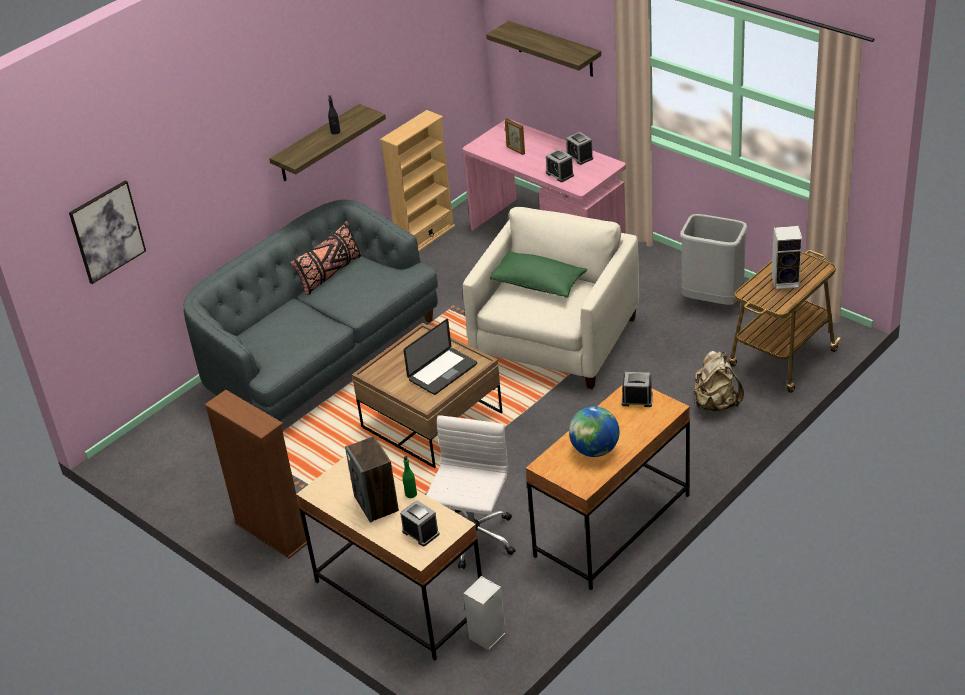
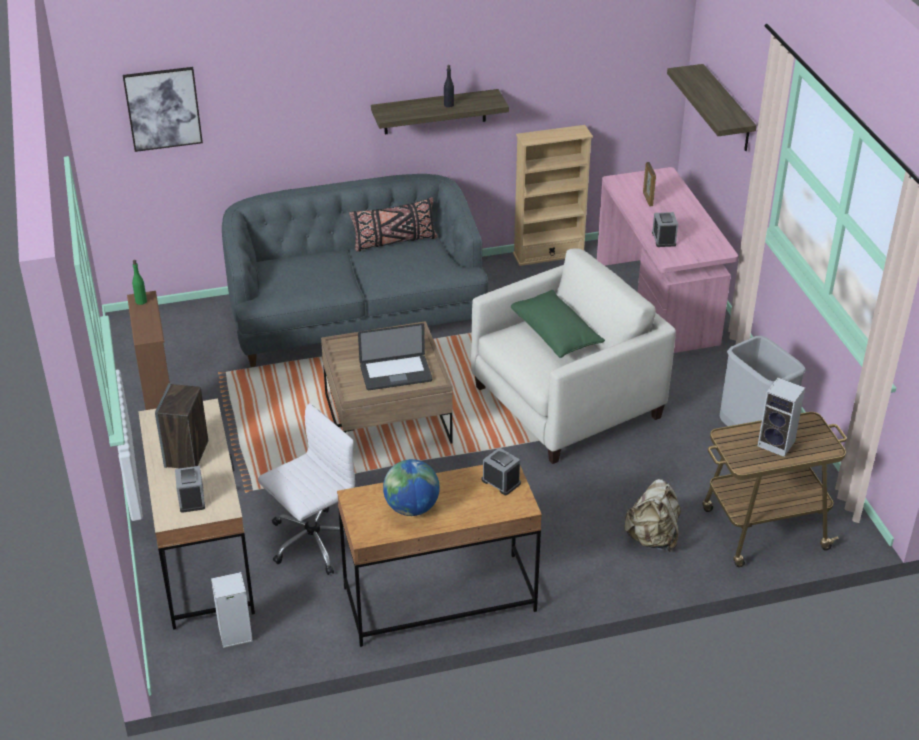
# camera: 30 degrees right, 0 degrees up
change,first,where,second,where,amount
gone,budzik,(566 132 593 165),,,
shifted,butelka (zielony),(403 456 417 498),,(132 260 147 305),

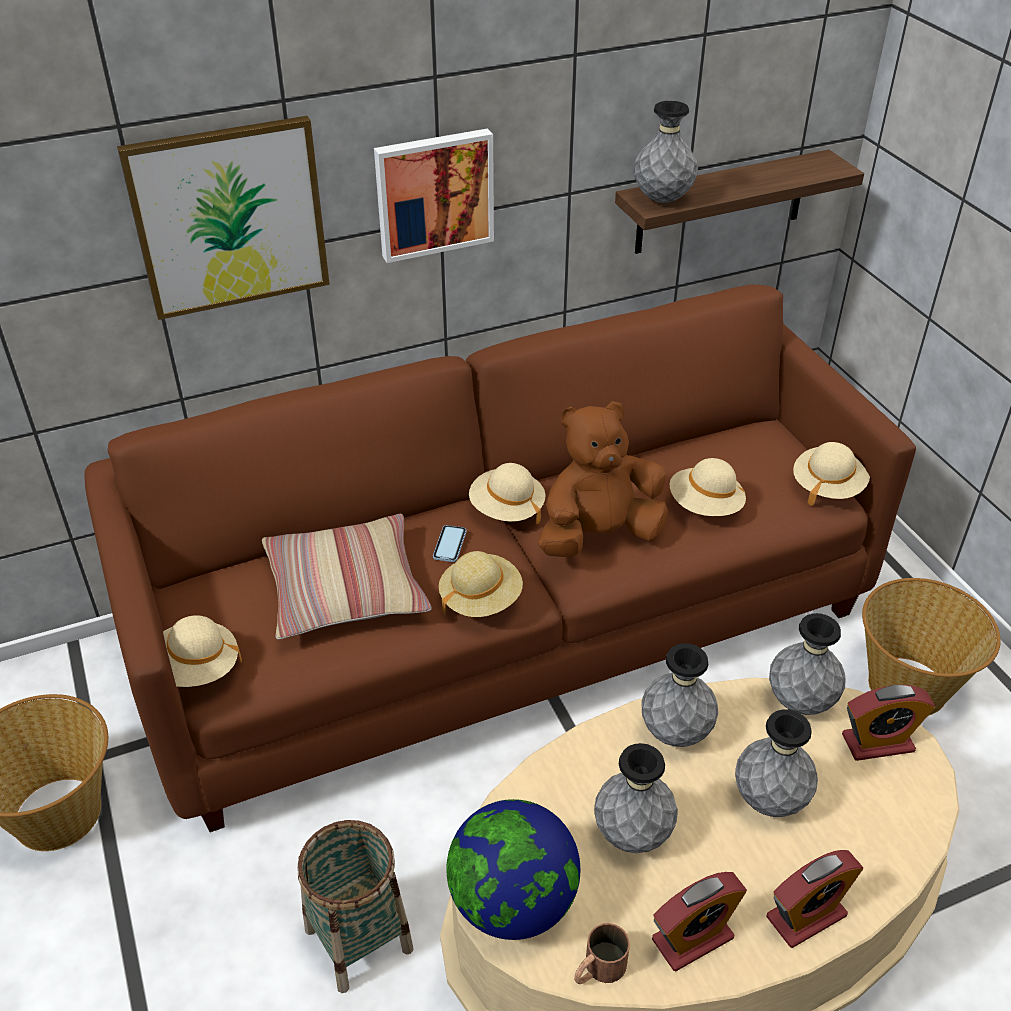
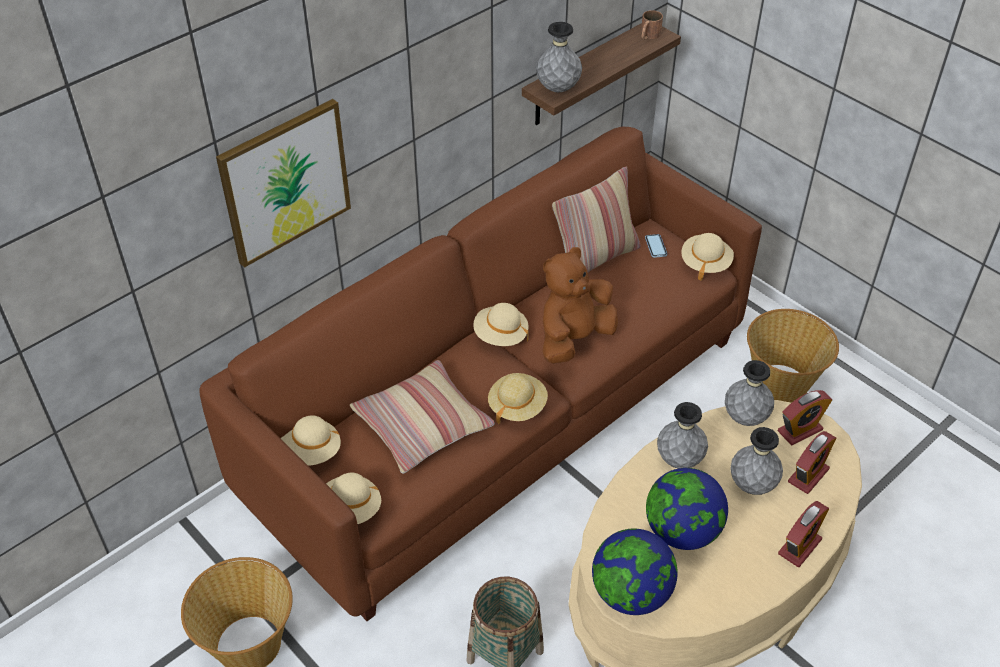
# camera: 20 degrees left, 5 degrees up
change,first,where,second,where,amount
gone,obraz,(374 128 494 263),,,
new,,,poduszka,(552 167 640 272),
shifted,telefon,(433 525 466 562),,(645 234 667 258),
shifted,kubek (brązowy),(574 923 630 984),,(641 10 663 40),
shifted,budzik,(652 872 747 971),,(788 431 836 494),
shifted,kapelusz (beżowy),(670 458 746 516),,(280 415 341 466),
swapped,wazon (szary),(594 743 678 853),globus,(646 468 728 550),

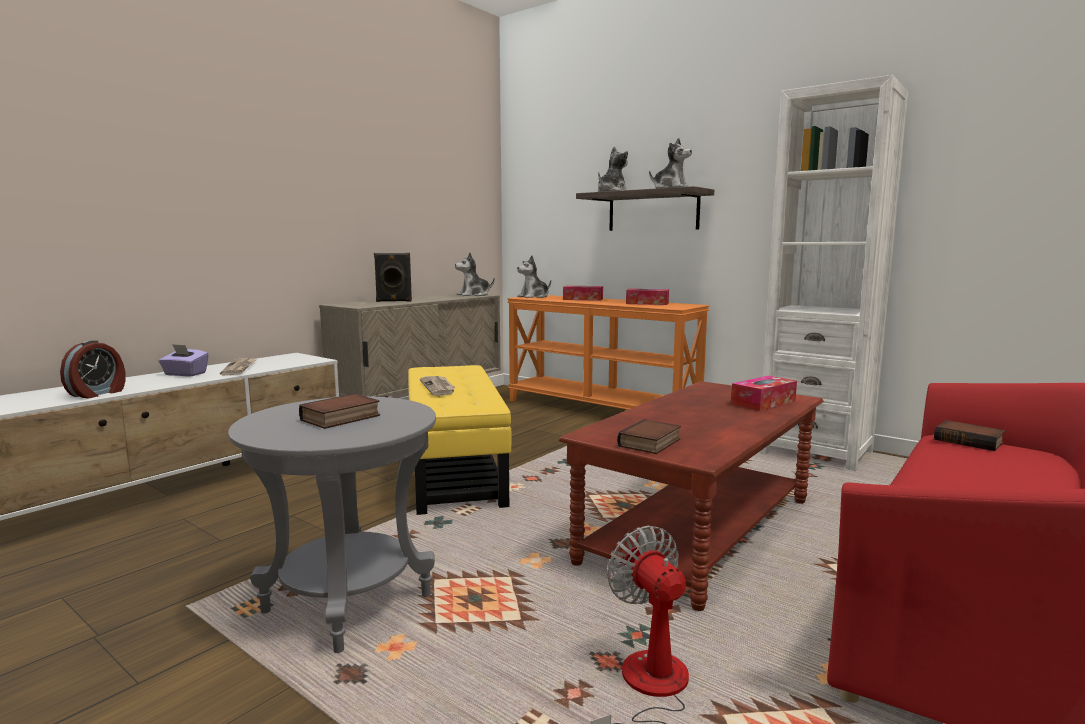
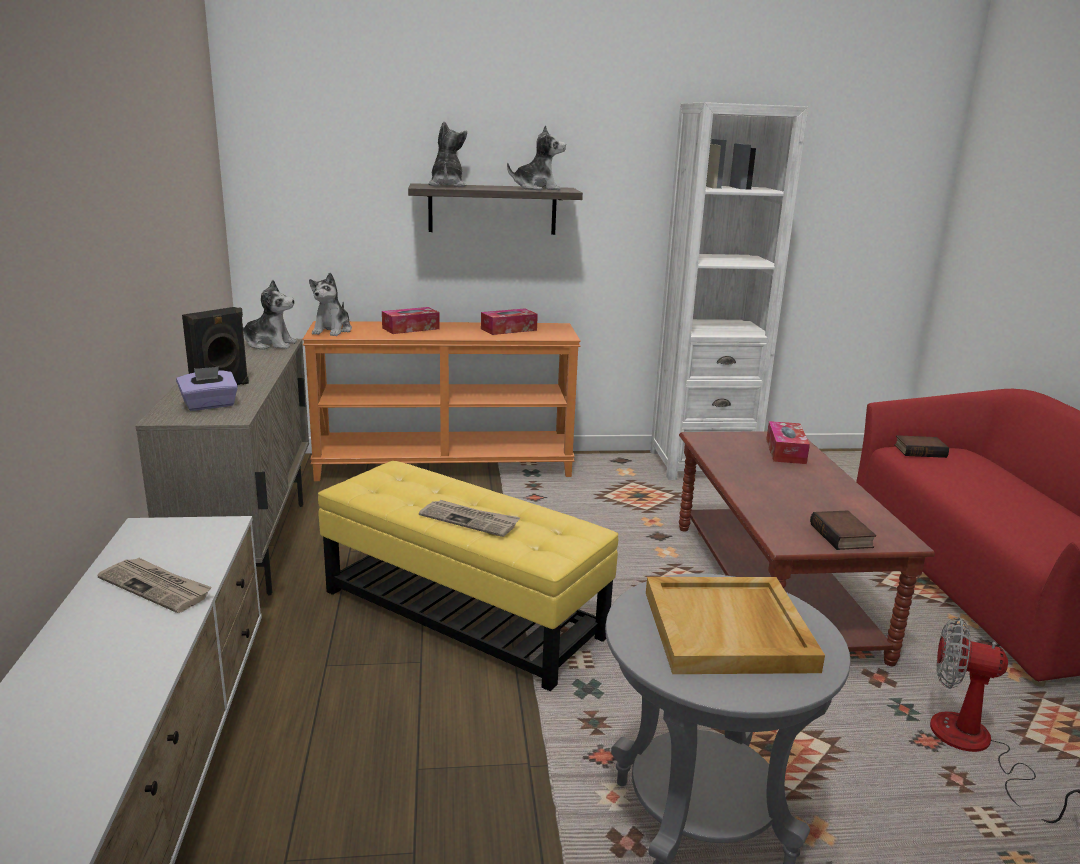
# camera: 45 degrees left, 10 degrees up
change,first,where,second,where,amount
gone,budzik,(60 340 126 398),,,
shifted,pudełko chusteczek (fioletowy),(159 344 209 377),,(176 366 238 411),
swapped,książka,(299 394 380 429),taca (beżowy),(646 577 825 674),
rotated,pluszak,(455 252 495 296),,(243 280 297 350),105 degrees counterclockwise

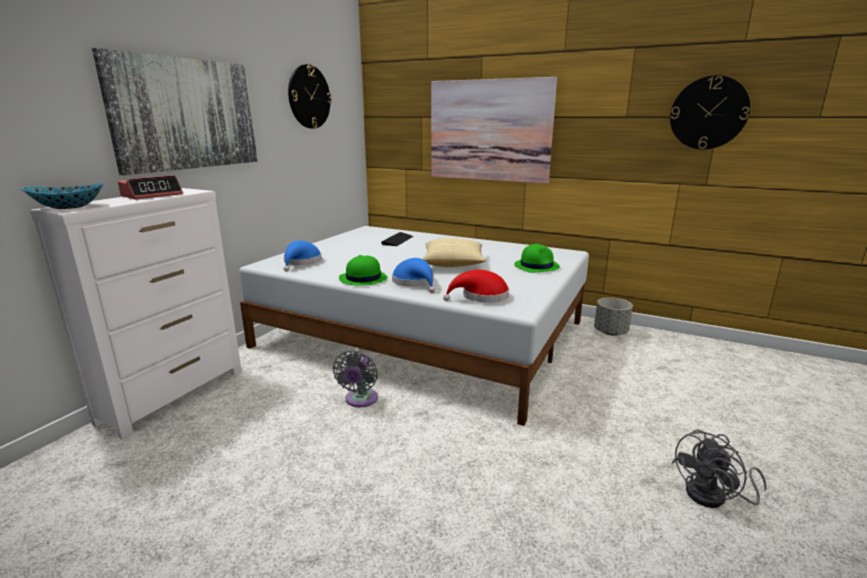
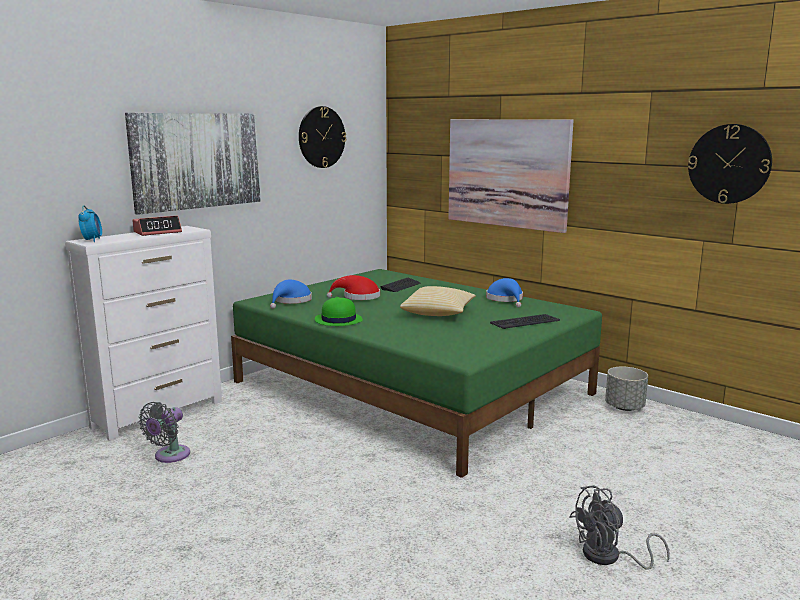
# camera: 15 degrees right, 5 degrees down
change,first,where,second,where,amount
shifted,wentylator (szary),(333 350 378 407),,(139 402 190 463),
shifted,kapelusz (niebieski),(392 258 435 293),,(486 278 523 308),
shifted,kapelusz (czerwony),(443 270 509 303),,(327 275 380 300),
swapped,miska,(22 183 103 209),budzik,(78 205 102 242),
swapped,kapelusz (zielony),(514 244 560 273),klawiatura,(490 314 560 329),
repainted,łóżko (biały),(239 226 589 426),łóżko (zielony),(231 269 602 478),

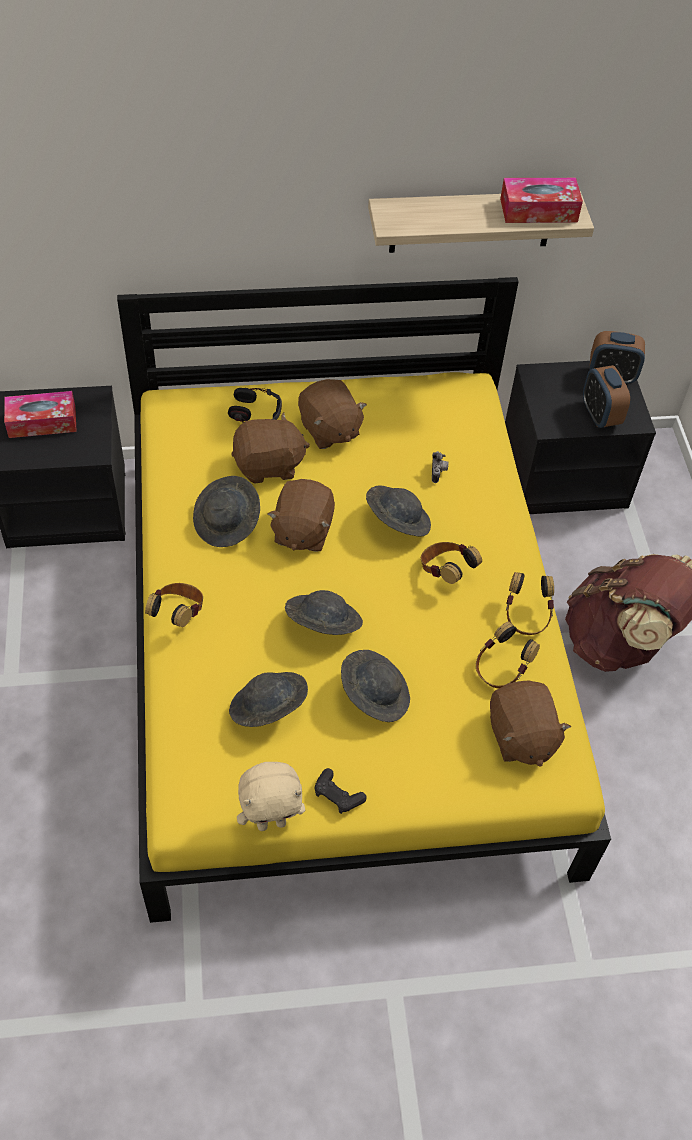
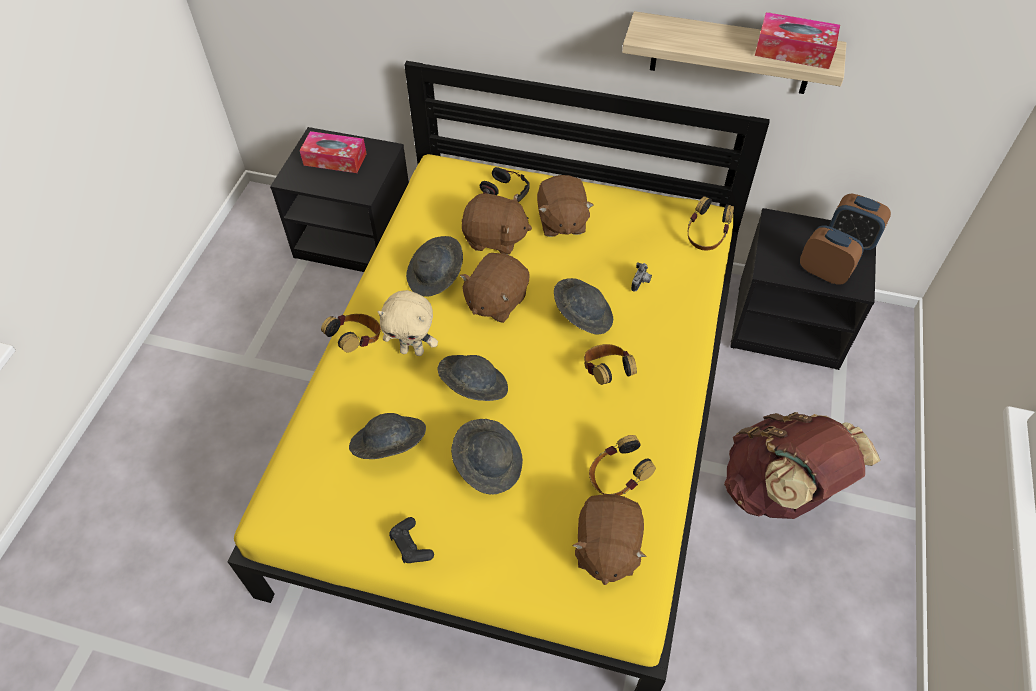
# camera: 25 degrees right, 0 degrees up
change,first,where,second,where,amount
shifted,pluszak (beżowy),(237 762 305 831),,(377 290 438 356),
shifted,słuchawki,(506 572 554 635),,(688 196 734 251),
rotated,budzik,(583 365 630 428),,(800 225 864 285),120 degrees clockwise

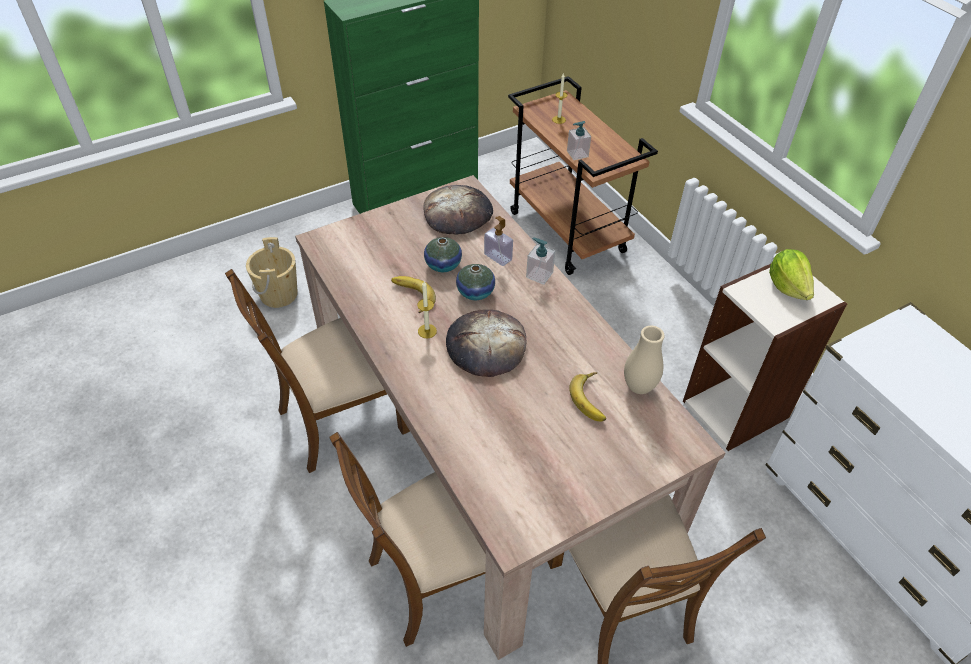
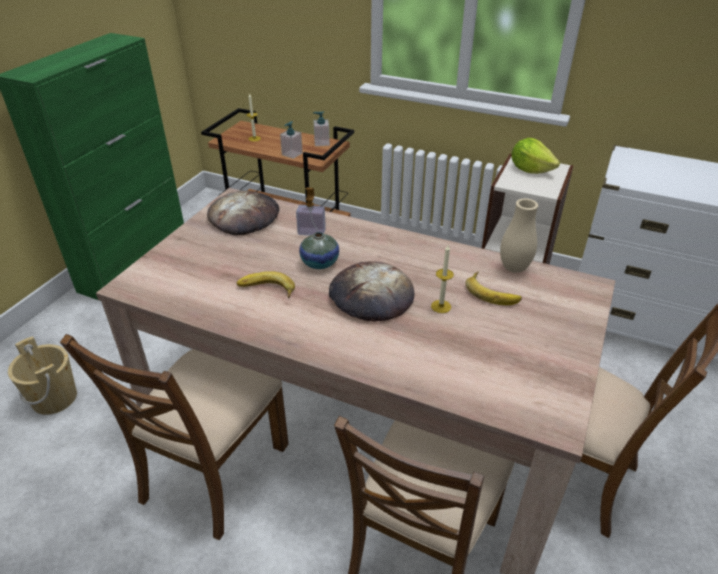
# camera: 35 degrees left, 10 degrees down
change,first,where,second,where,amount
gone,wazon,(424 237 462 272),,,
shifted,świeca,(417 281 437 338),,(431 245 454 313),
shifted,dozownik mydła,(526 237 555 285),,(313 111 330 146),

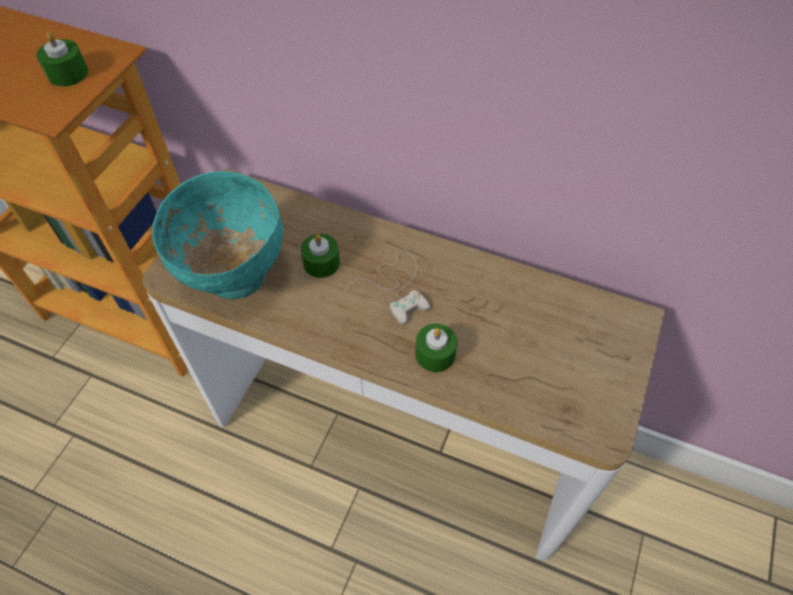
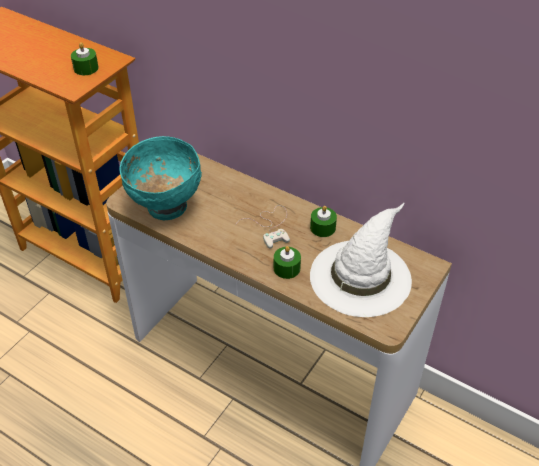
# camera: 10 degrees right, 10 degrees down
change,first,where,second,where,amount
new,,,kapelusz (biały),(310 202 412 317),
shifted,świeca (zielony),(301 234 340 278),,(310 206 337 237),

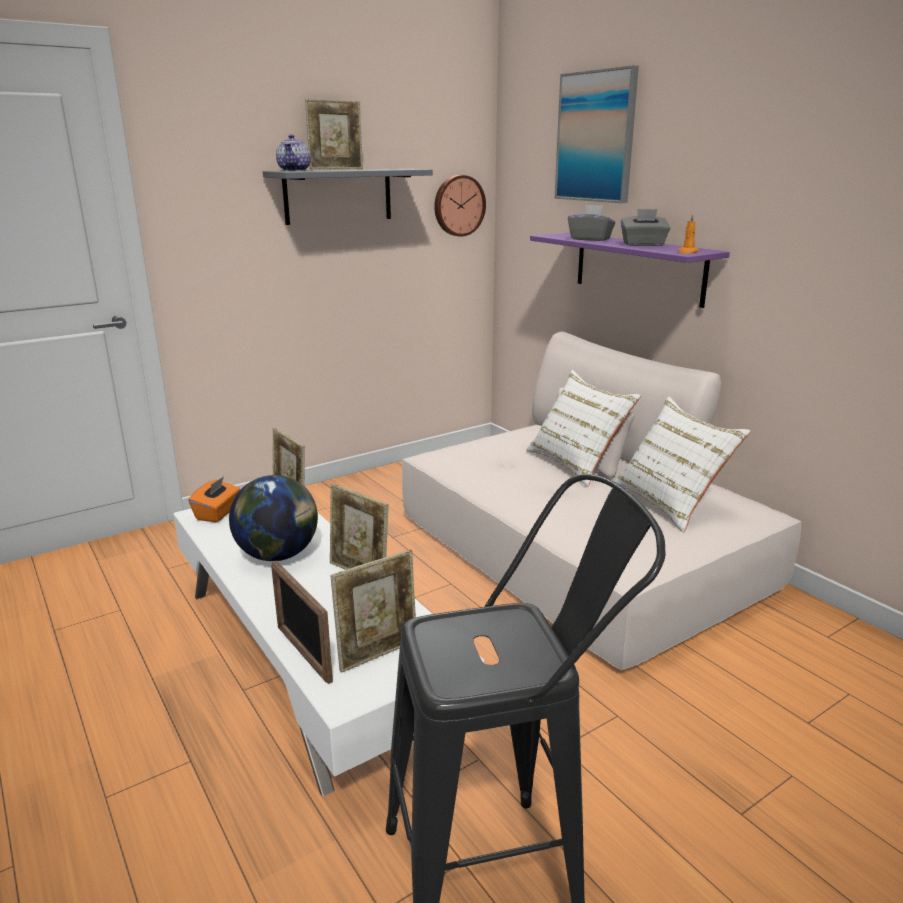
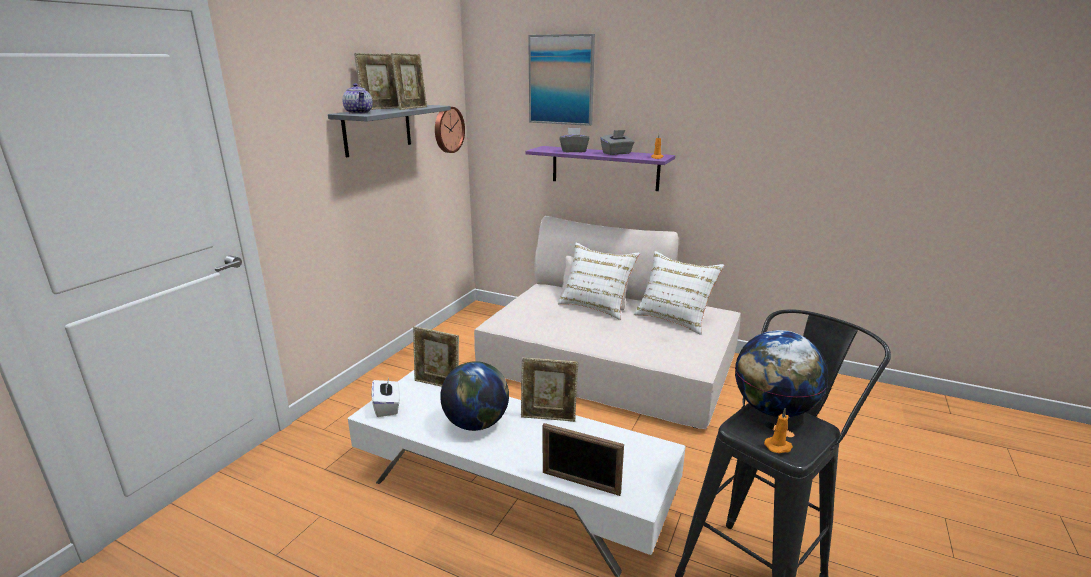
# camera: 30 degrees left, 0 degrees up
change,first,where,second,where,amount
new,,,globus,(735 330 828 417),
new,,,świeca (pomarańczowy),(764 408 793 453),
shifted,ramka na zdjęcie,(331 550 416 673),,(391 53 427 110),
repainted,pudełko chusteczek (pomarańczowy),(189 476 241 523),pudełko chusteczek (biały),(372 378 400 417),

